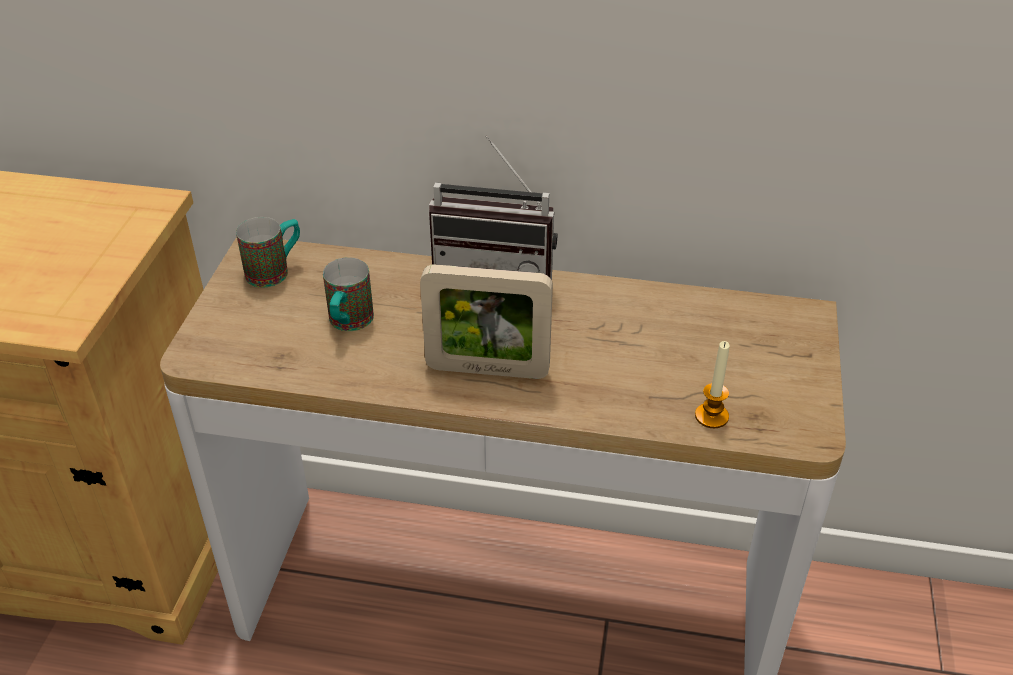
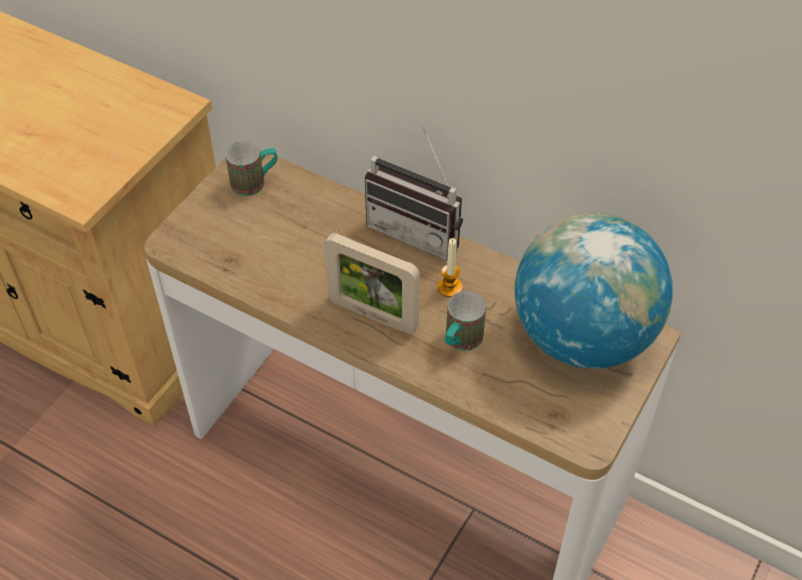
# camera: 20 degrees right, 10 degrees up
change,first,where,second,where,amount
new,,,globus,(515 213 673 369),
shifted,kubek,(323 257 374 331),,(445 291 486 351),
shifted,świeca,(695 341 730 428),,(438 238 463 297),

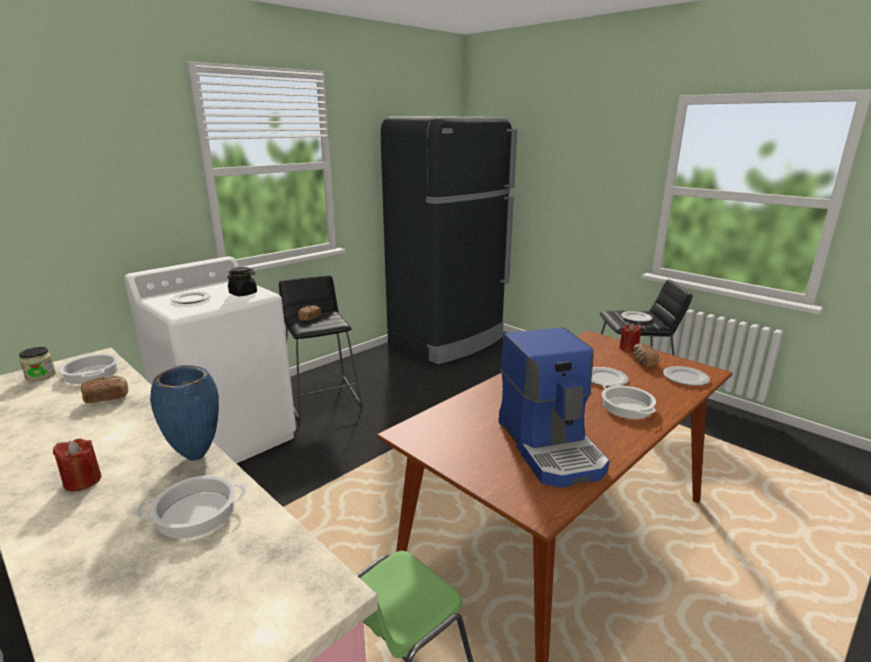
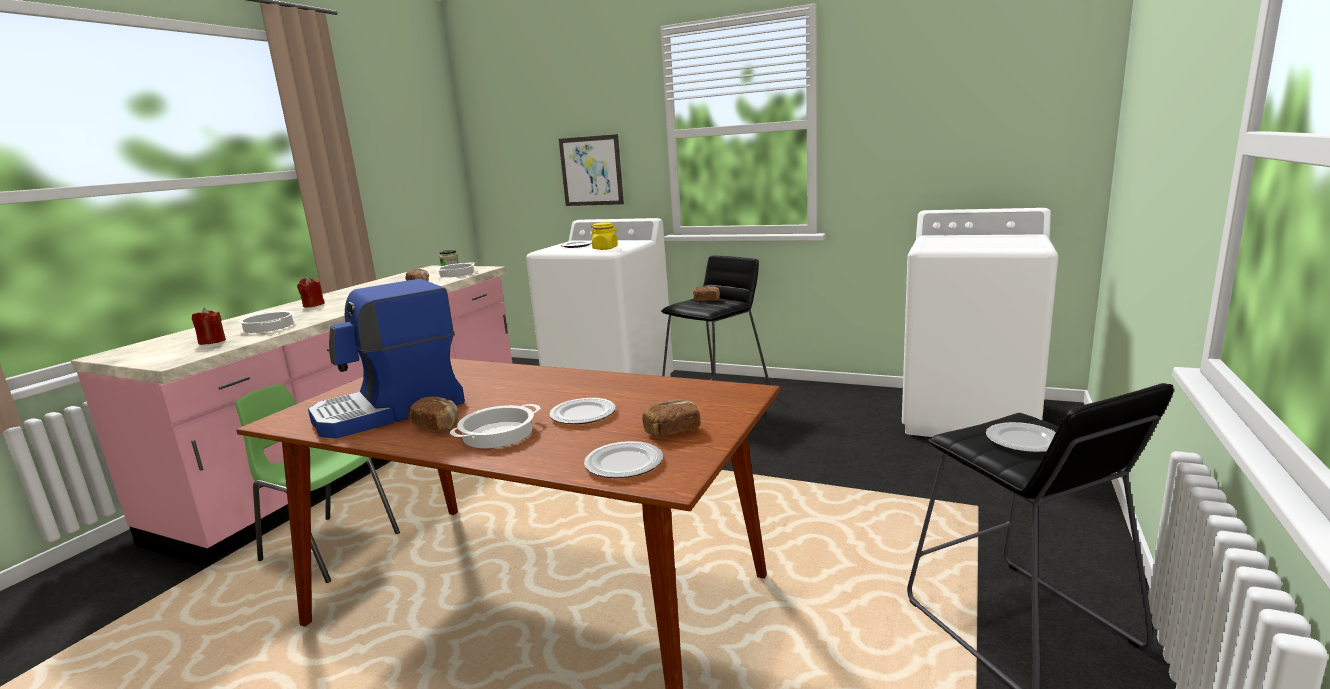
# camera: 70 degrees right, 5 degrees down
change,first,where,second,where,amount
gone,wazon (niebieski),(150 365 219 461),,,
new,,,chleb,(409 397 458 431),
new,,,obraz,(559 134 624 206),
shifted,świeca (czerwony),(619 323 641 352),,(192 308 226 345),
swapped,lodówka (czarny),(381 116 517 364),pralka (biały),(902 208 1058 437),
repainted,słoik (czarny),(227 267 257 296),słoik (żółty),(591 222 618 250),

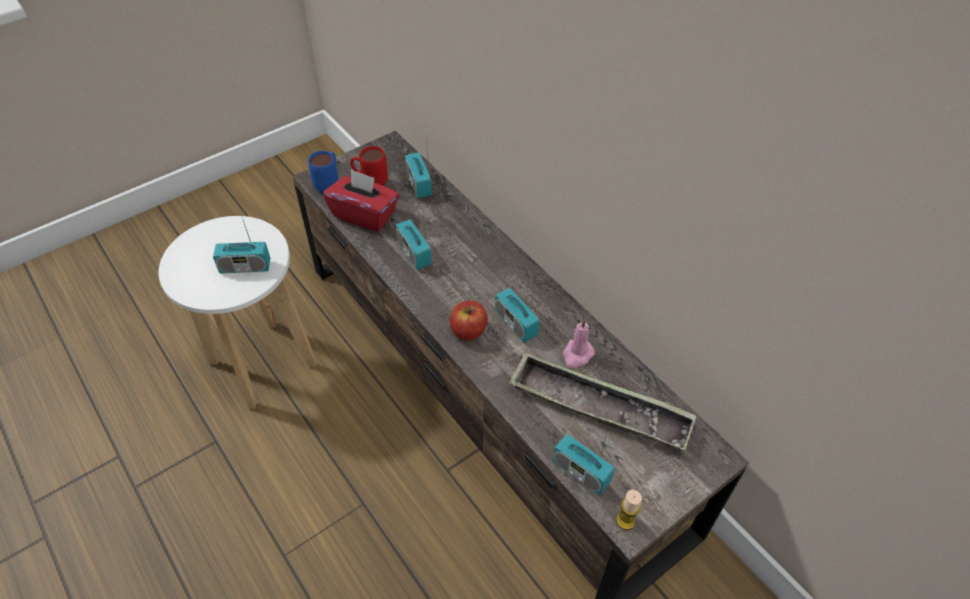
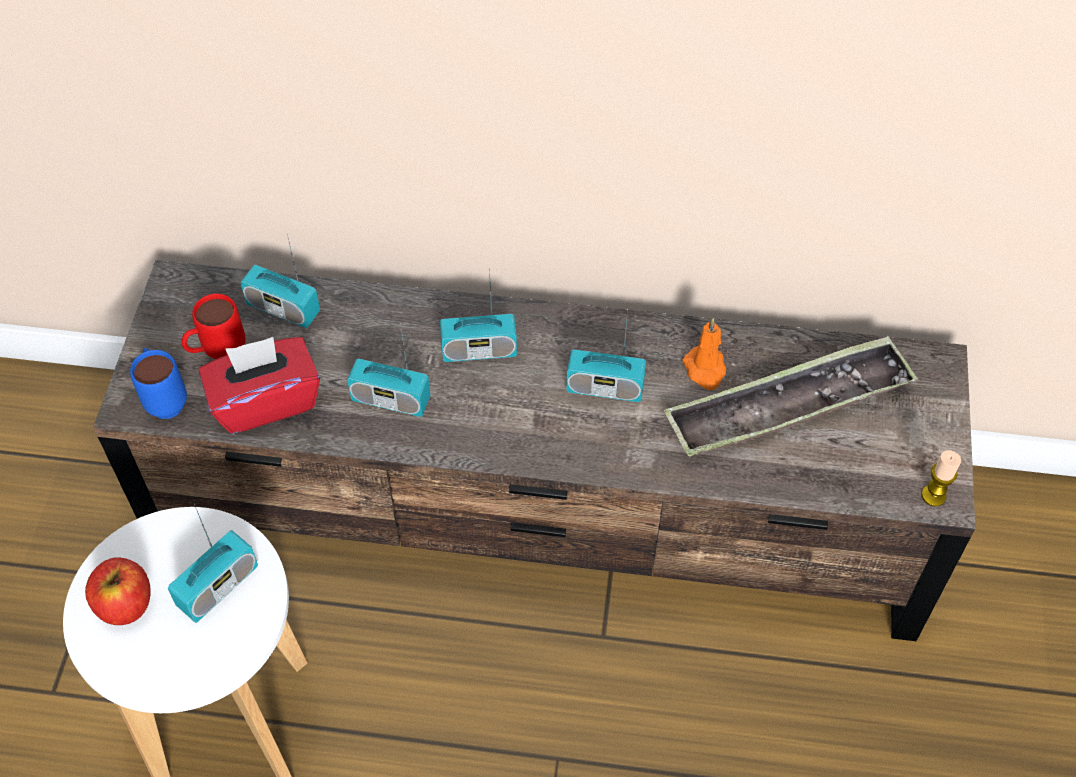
# camera: 45 degrees left, 5 degrees up
change,first,where,second,where,amount
shifted,jabłko,(450 301 488 341),,(85 557 151 625),
shifted,radio,(553 426 615 495),,(440 268 517 362),
repainted,świeca (różowy),(563 319 595 368),świeca (pomarańczowy),(682 318 726 390),

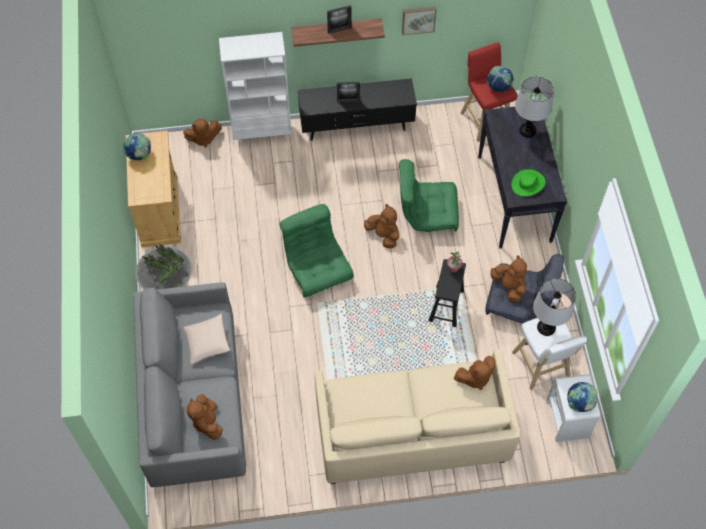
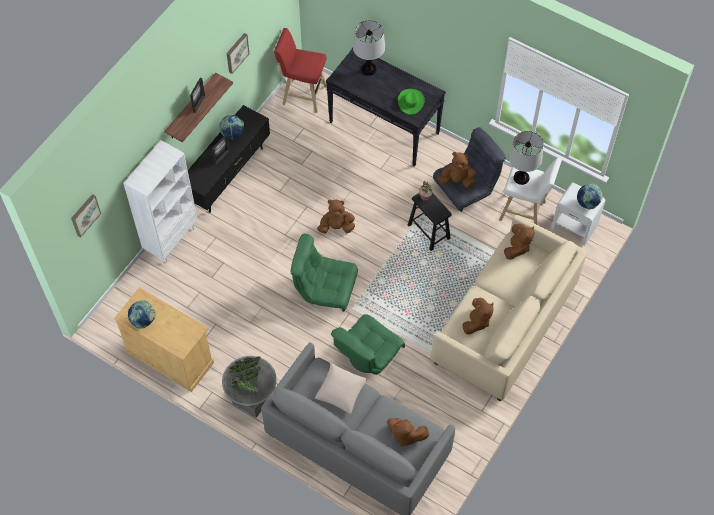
# camera: 50 degrees left, 0 degrees up
change,first,where,second,where,amount
new,,,obraz,(71 194 101 237),
shifted,pluszak (brązowy),(183 119 222 148),,(462 298 494 335),
shifted,fotel (zielony),(399 159 459 232),,(331 314 405 375),
shifted,globus,(487 66 514 92),,(219 114 244 139),

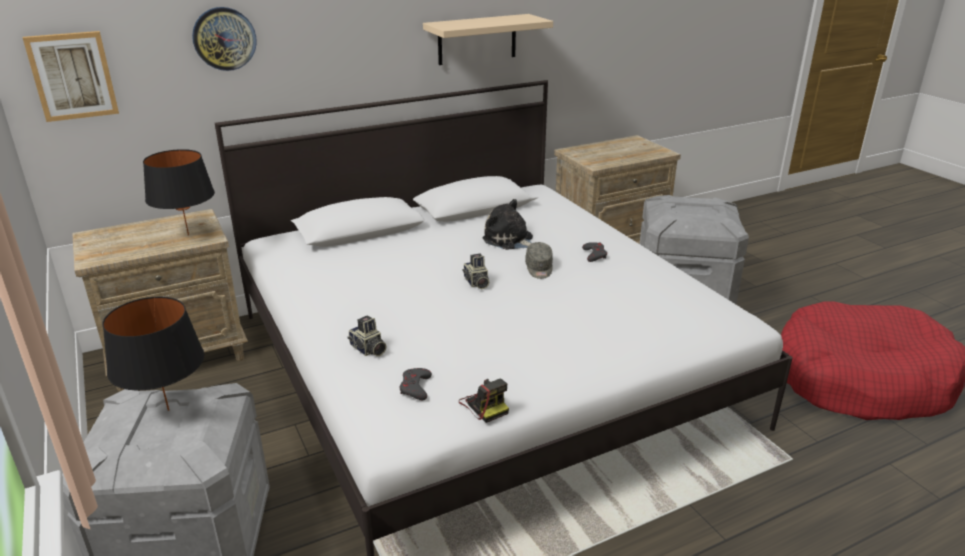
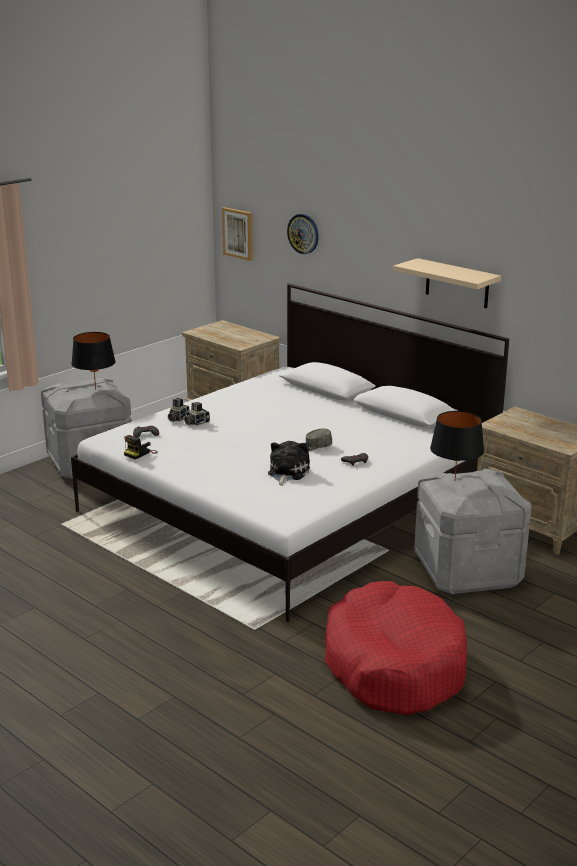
# camera: 70 degrees right, 5 degrees down
change,first,where,second,where,amount
shifted,lampa stołowa (czarny),(143 149 215 235),,(430 411 484 480),
shifted,aparat fotograficzny,(462 254 489 289),,(184 402 210 426),
shifted,pluszak,(482 199 533 250),,(268 441 310 486),

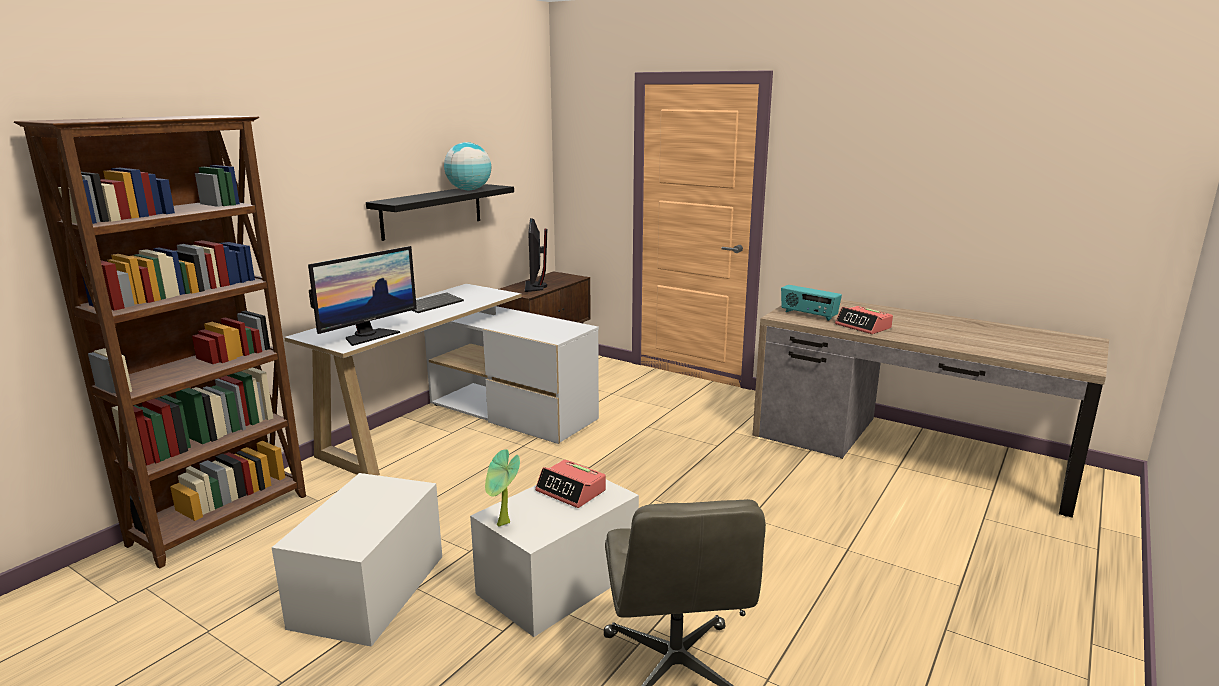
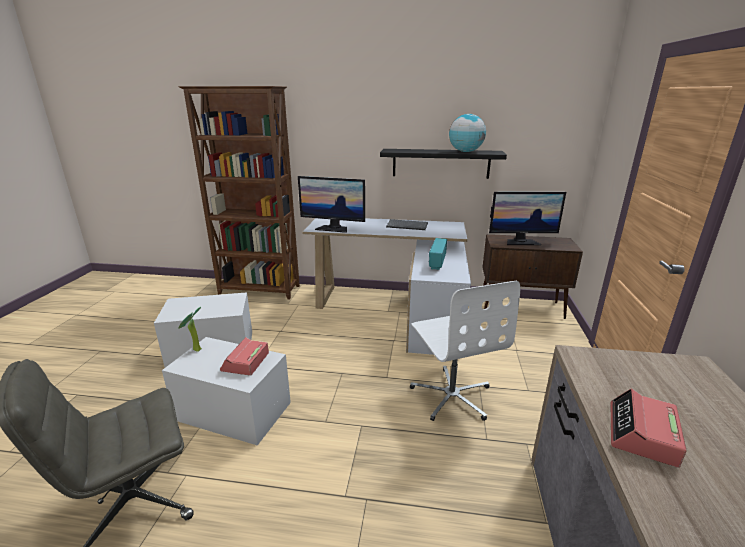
# camera: 65 degrees right, 5 degrees up
change,first,where,second,where,amount
new,,,krzesło biurowe (biały),(410 280 520 421),
shifted,radio,(781 285 842 321),,(429 238 447 270),
rotated,monitor,(525 218 547 292),,(489 192 566 245),150 degrees counterclockwise

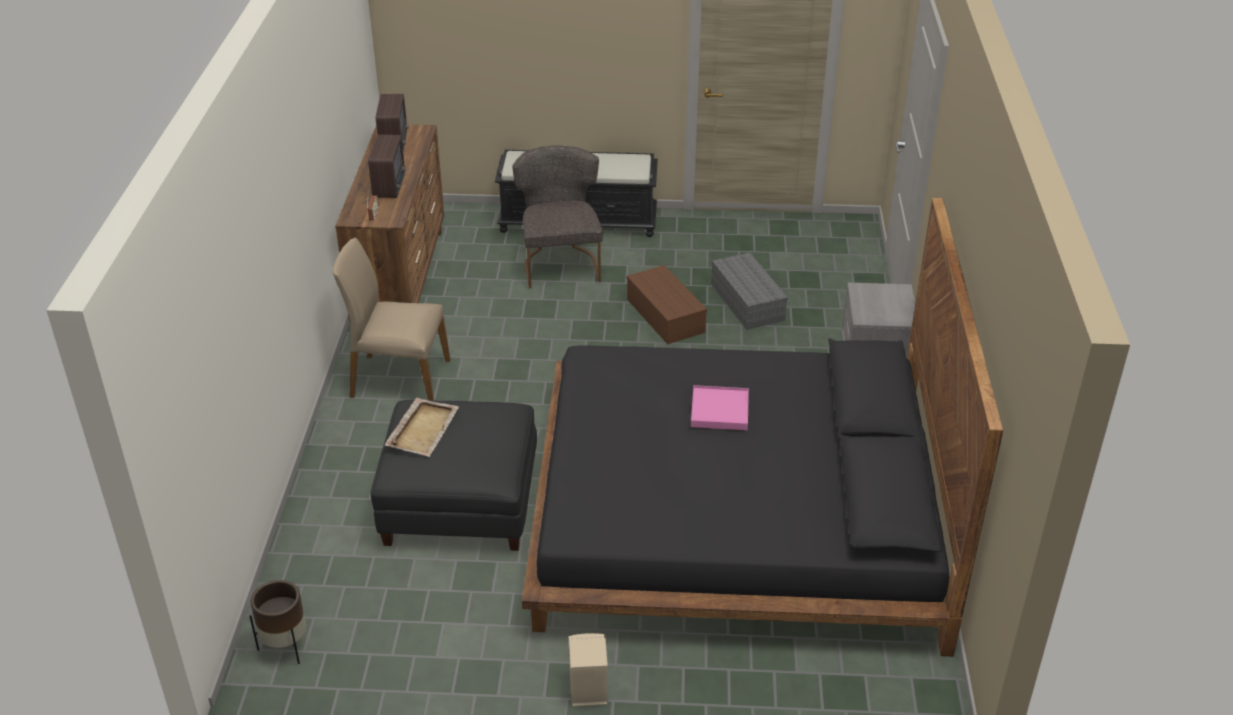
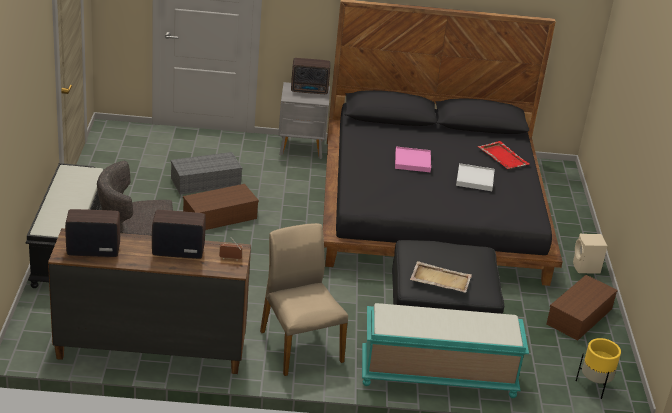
# camera: 95 degrees left, 5 degrees down
change,first,where,second,where,amount
new,,,radio,(291 58 330 94),
new,,,ławka (turkusowy),(362 303 529 398),
new,,,taca (biały),(456 163 495 191),
new,,,taca (czerwony),(478 141 530 169),
new,,,pojemnik do przechowywania (brązowy),(546 275 618 341),
repainted,donica (brązowy),(250 580 306 664),donica (żółty),(576 338 621 399),
rotated,krzesło (beżowy),(333 238 451 400),,(260 223 348 376),150 degrees clockwise

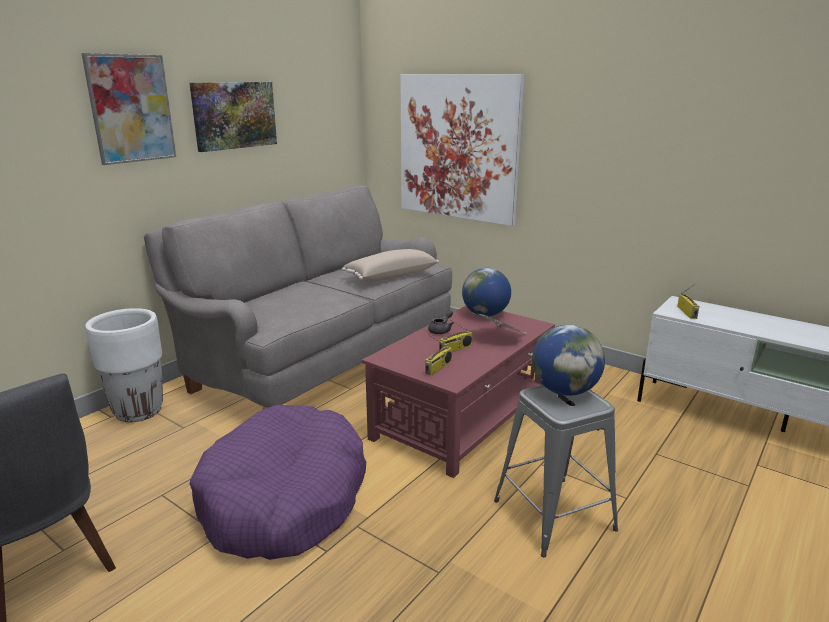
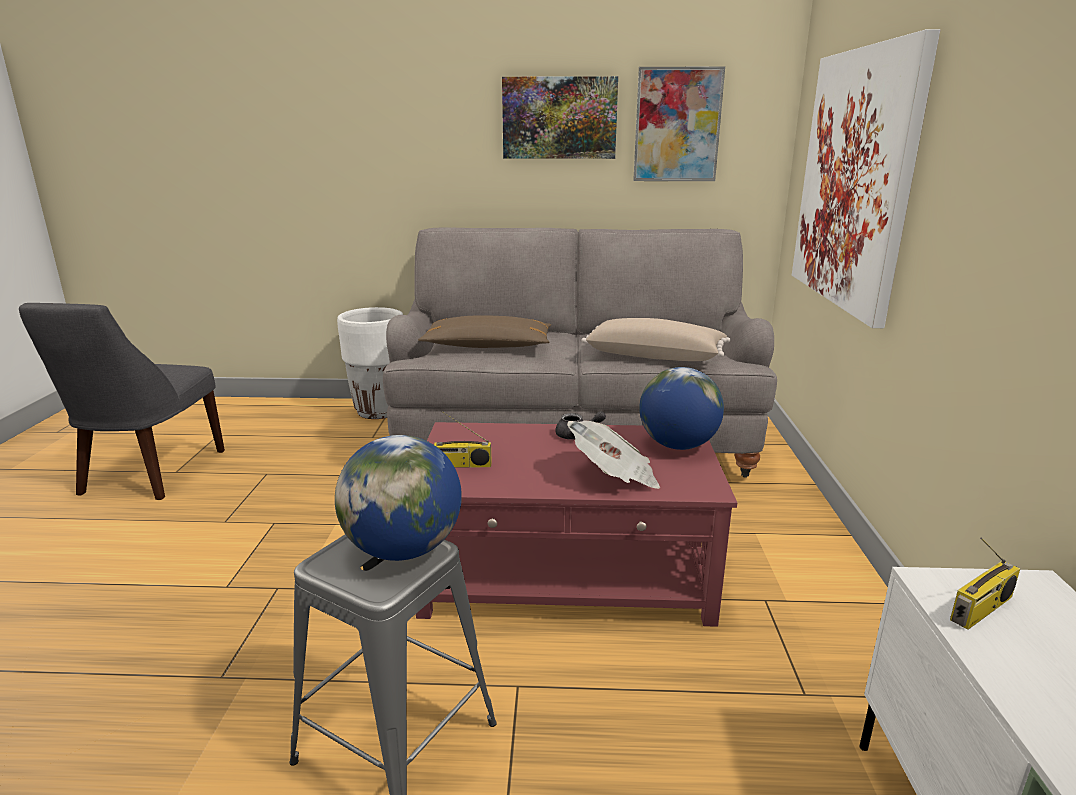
# camera: 55 degrees right, 0 degrees up
change,first,where,second,where,amount
gone,legowisko (fioletowy),(190 404 366 560),,,
gone,radio,(439 317 473 352),,,
new,,,poduszka (brązowy),(418 315 551 348),
shifted,obraz,(81 53 176 165),,(633 66 725 181),

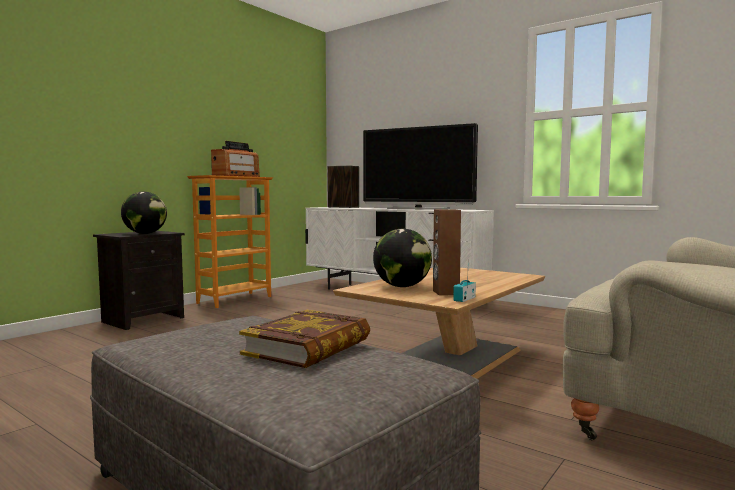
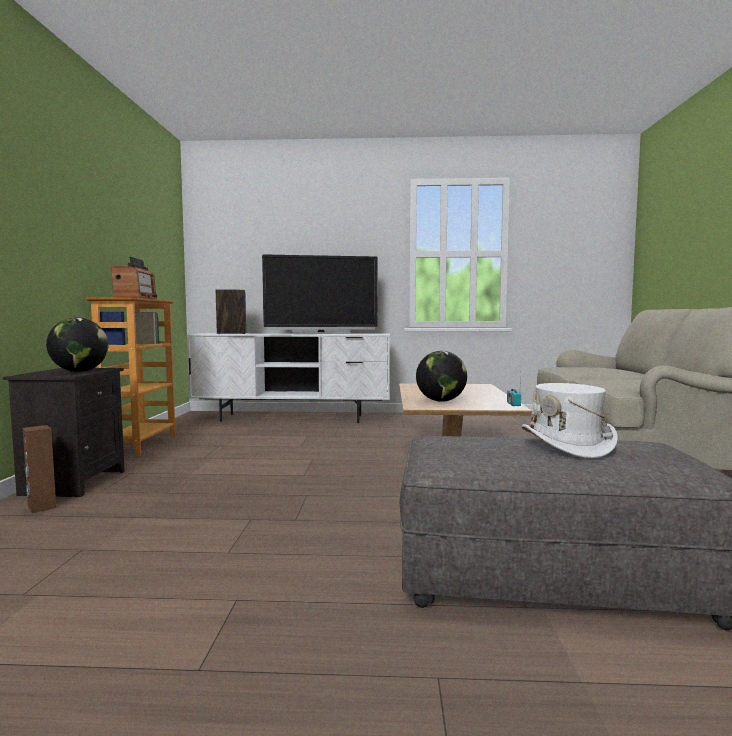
# camera: 35 degrees left, 0 degrees up
change,first,where,second,where,amount
shifted,głośnik (brązowy),(433 209 461 295),,(23 425 56 513),
swapped,książka,(239 310 370 368),kapelusz (biały),(522 383 618 458),

